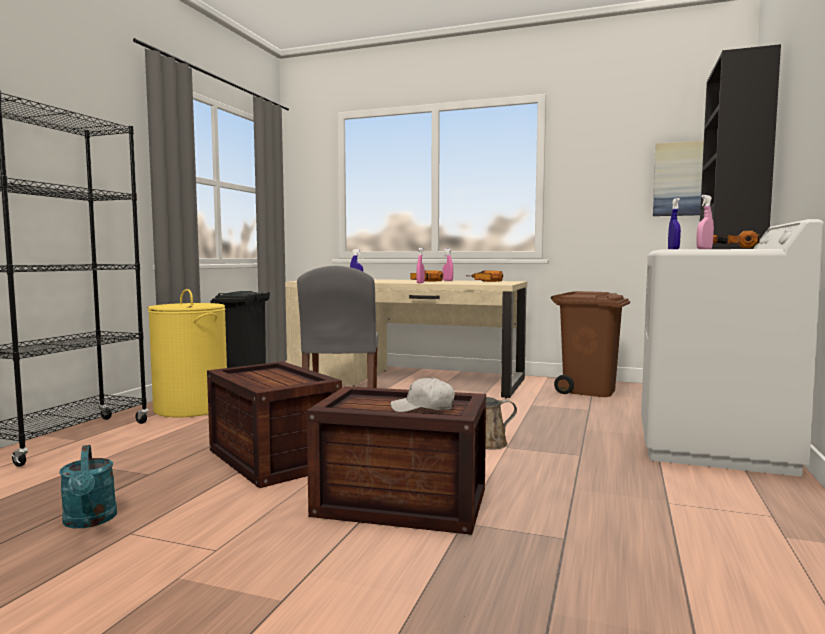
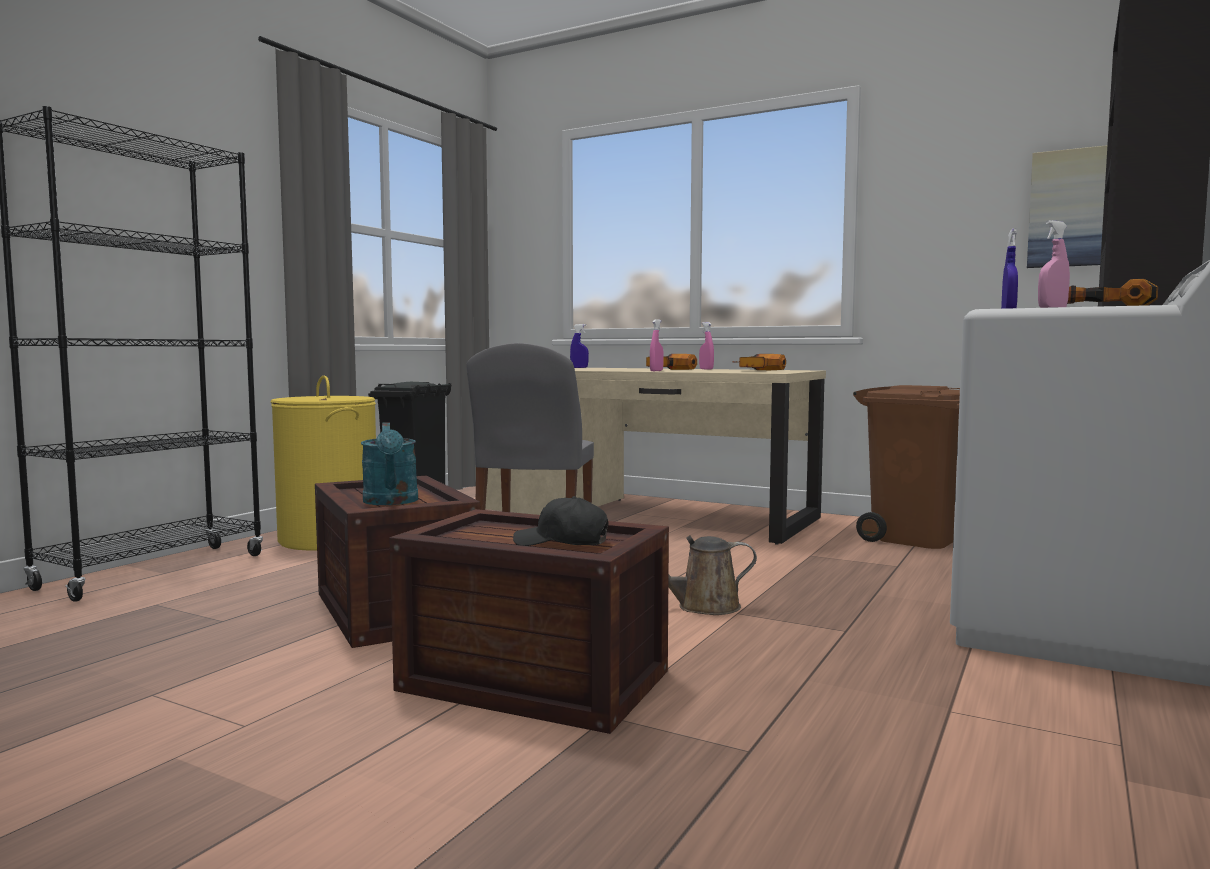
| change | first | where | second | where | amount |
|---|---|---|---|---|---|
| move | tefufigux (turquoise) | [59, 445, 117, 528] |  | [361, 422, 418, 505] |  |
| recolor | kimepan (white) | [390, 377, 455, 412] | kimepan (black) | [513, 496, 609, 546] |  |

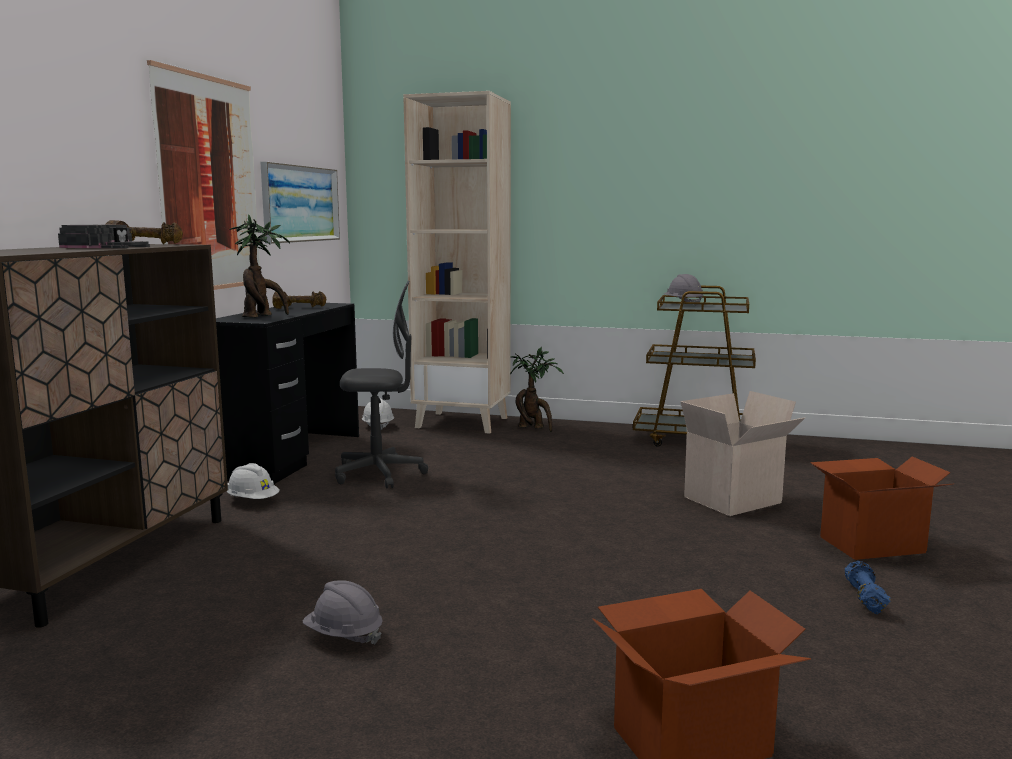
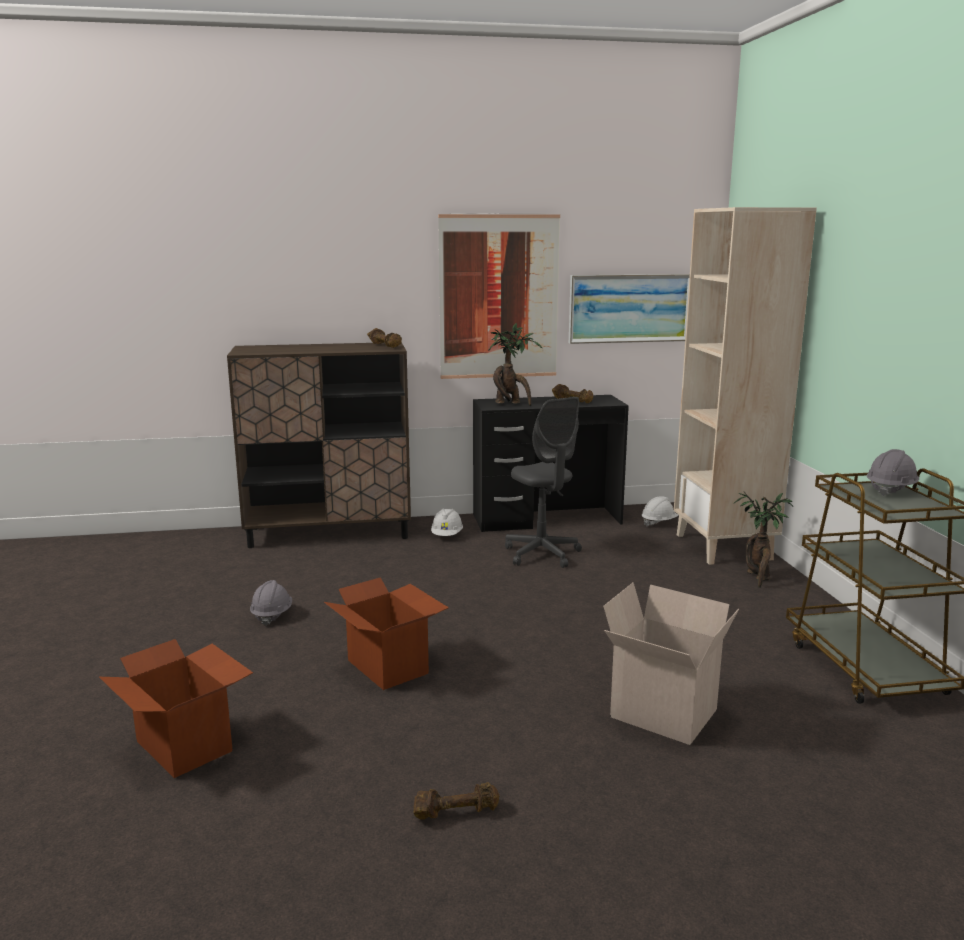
| change | first | where | second | where | amount |
|---|---|---|---|---|---|
| delete | kimepan (black) | [58, 225, 150, 248] |  |  |  |
| move | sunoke | [810, 457, 952, 560] |  | [324, 577, 449, 690] |  |
| recolor | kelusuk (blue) | [845, 561, 891, 614] | kelusuk (brown) | [414, 782, 500, 820] |  |

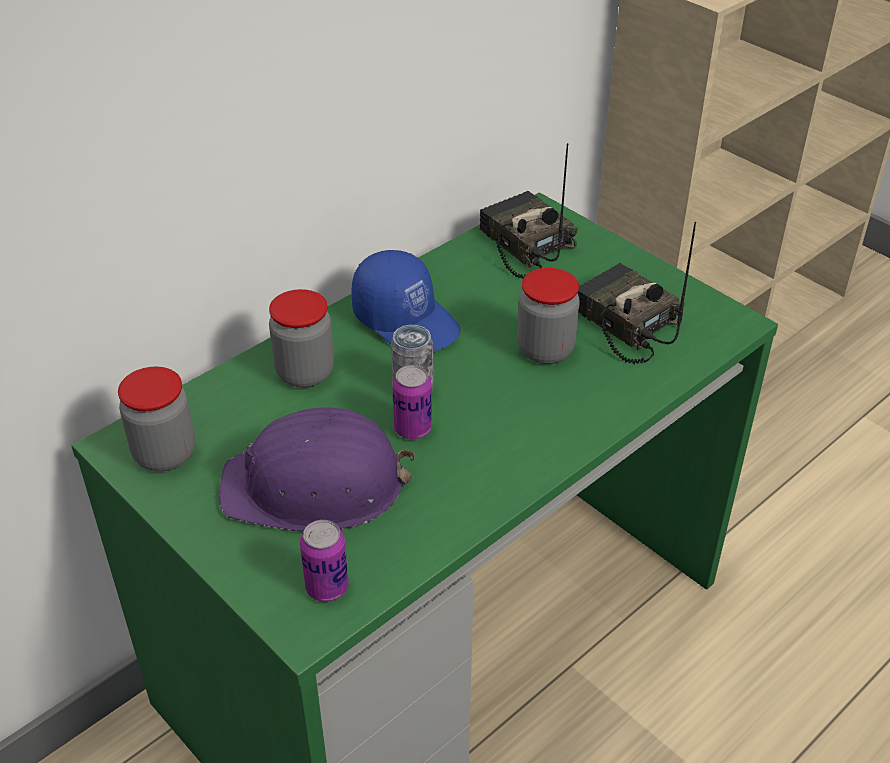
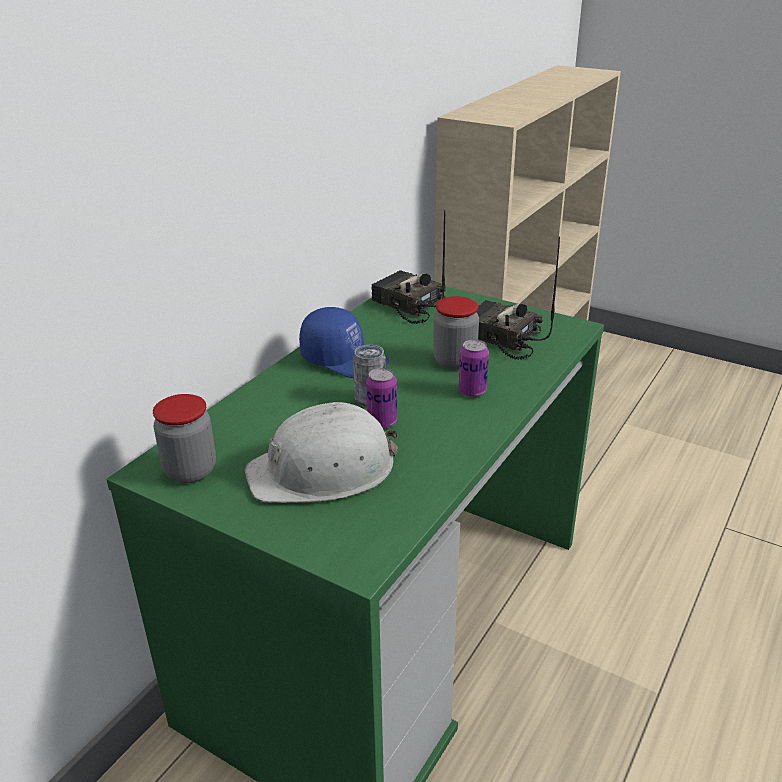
| change | first | where | second | where | amount |
|---|---|---|---|---|---|
| recolor | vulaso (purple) | [219, 407, 415, 532] | vulaso (white) | [245, 402, 398, 503] |  |
| delete | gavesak | [269, 289, 334, 388] |  |  |  |
| move | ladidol | [300, 520, 349, 602] |  | [459, 339, 489, 397] |  |

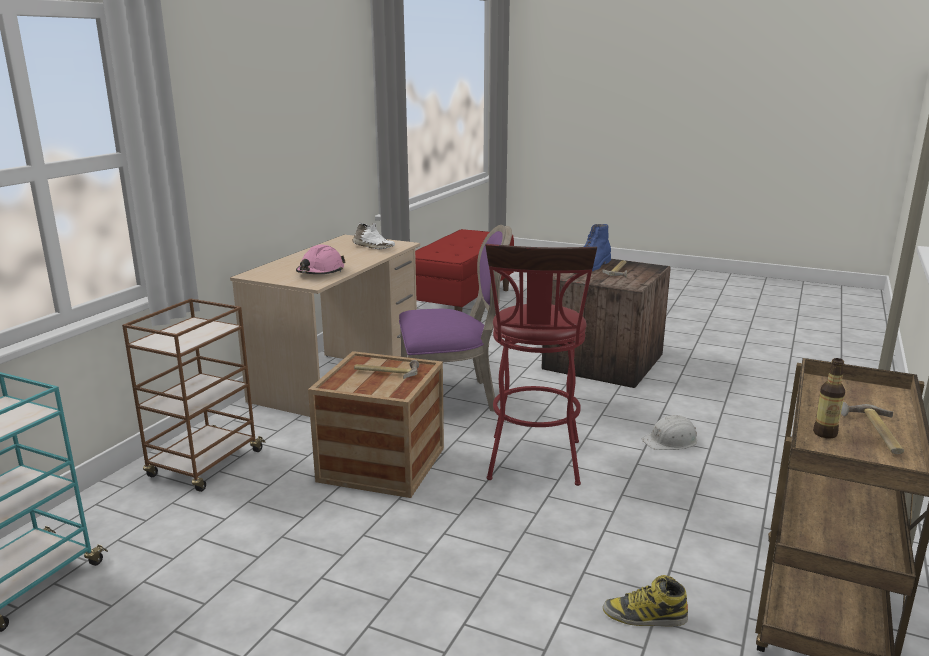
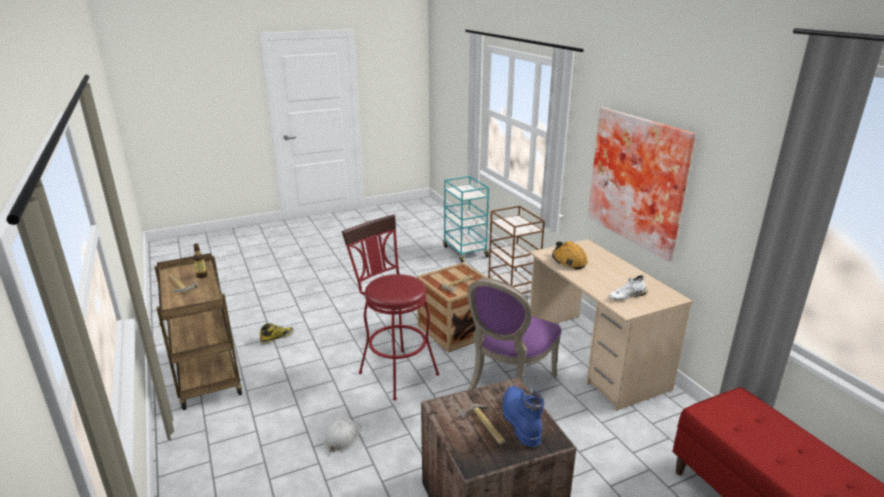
| change | first | where | second | where | amount |
|---|---|---|---|---|---|
| recolor | vulaso (pink) | [296, 244, 346, 274] | vulaso (orange) | [552, 241, 588, 269] |  |
| insert |  |  | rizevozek | [588, 107, 696, 261] |  |

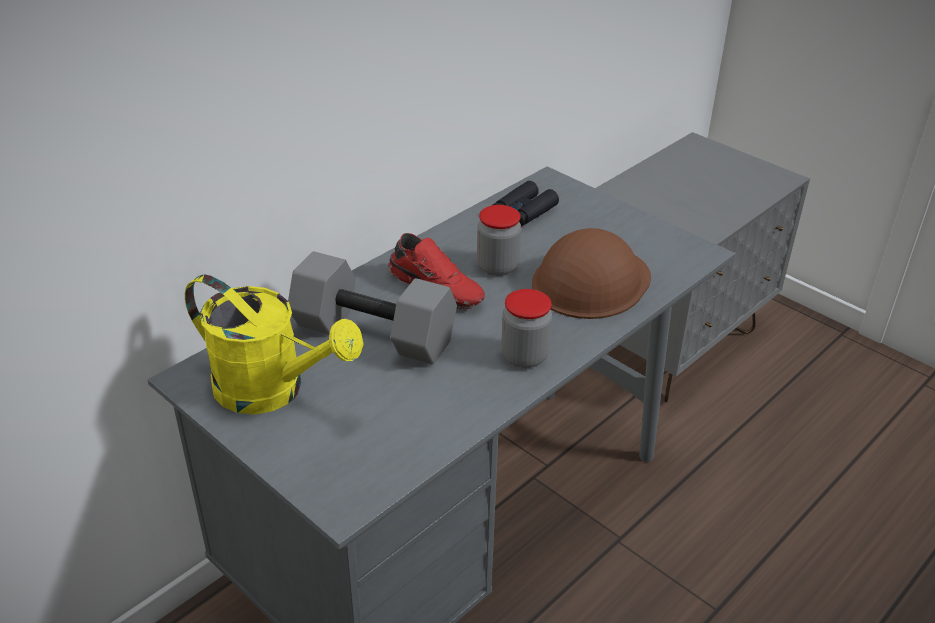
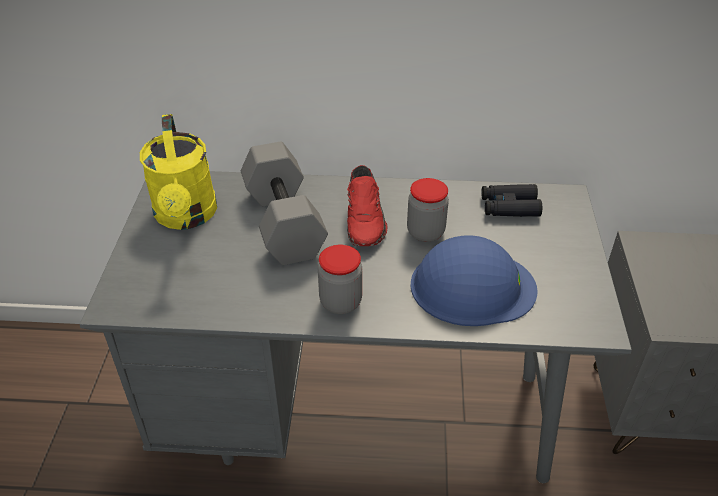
| change | first | where | second | where | amount |
|---|---|---|---|---|---|
| recolor | vulaso (brown) | [532, 228, 651, 319] | vulaso (blue) | [410, 235, 538, 326] |  |

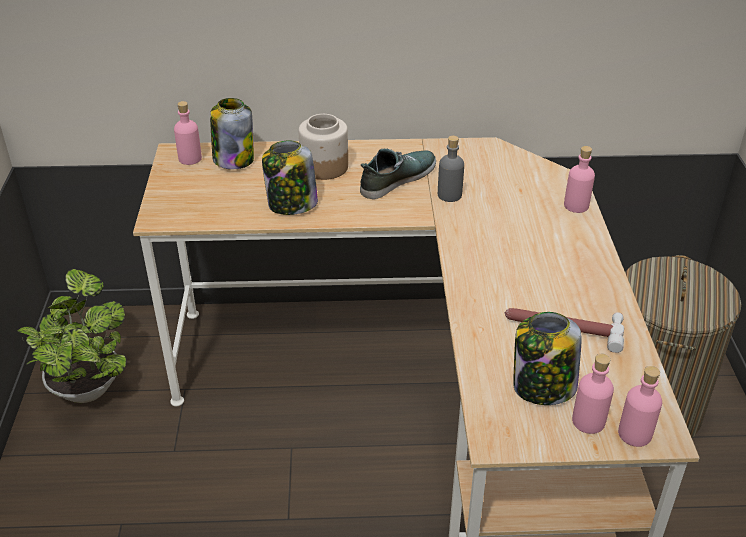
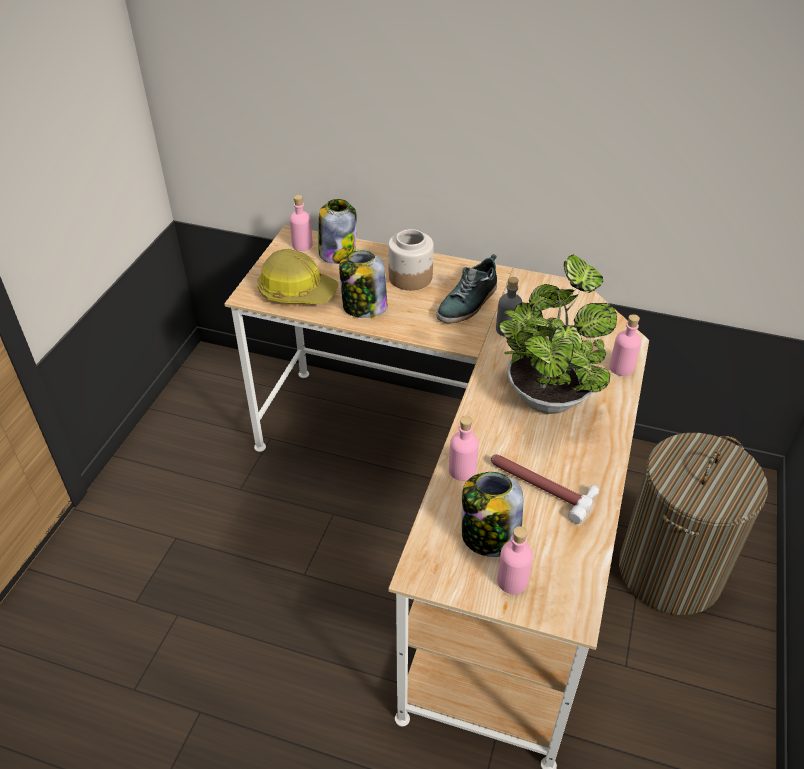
| change | first | where | second | where | amount |
|---|---|---|---|---|---|
| move | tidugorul | [18, 269, 127, 403] |  | [499, 254, 617, 414] |  |
| rotate | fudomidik | [360, 149, 436, 199] |  | [436, 254, 497, 323] | 150 degrees clockwise |
| move | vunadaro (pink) | [618, 366, 662, 447] |  | [449, 416, 479, 481] |  |
| insert |  |  | vulaso | [257, 249, 339, 304] |  |

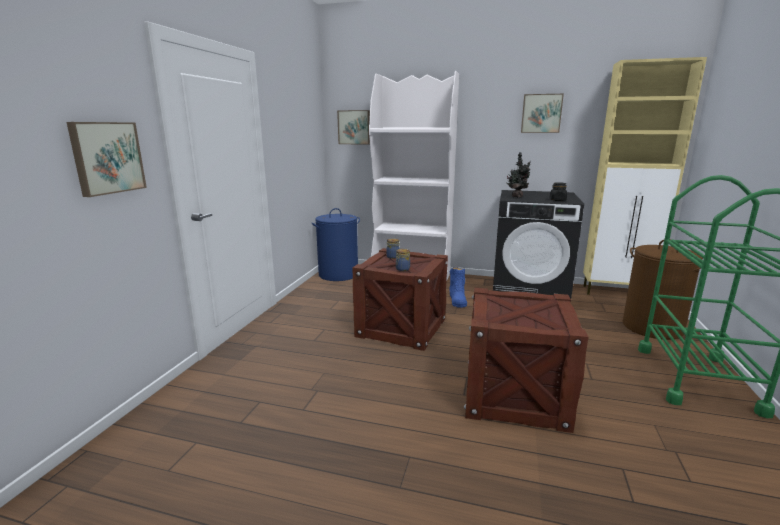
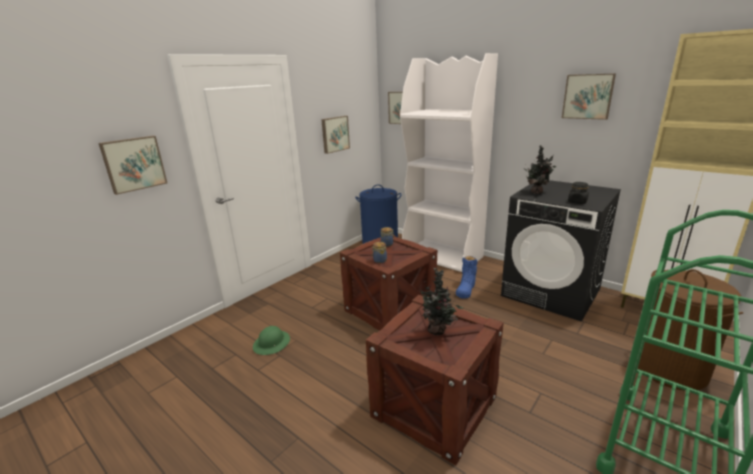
| change | first | where | second | where | amount |
|---|---|---|---|---|---|
| insert |  |  | vulaso (green) | [253, 326, 290, 355] |  |
| insert |  |  | rizevozek | [321, 116, 350, 154] |  |
| insert |  |  | tidugorul | [416, 268, 463, 335] |  |

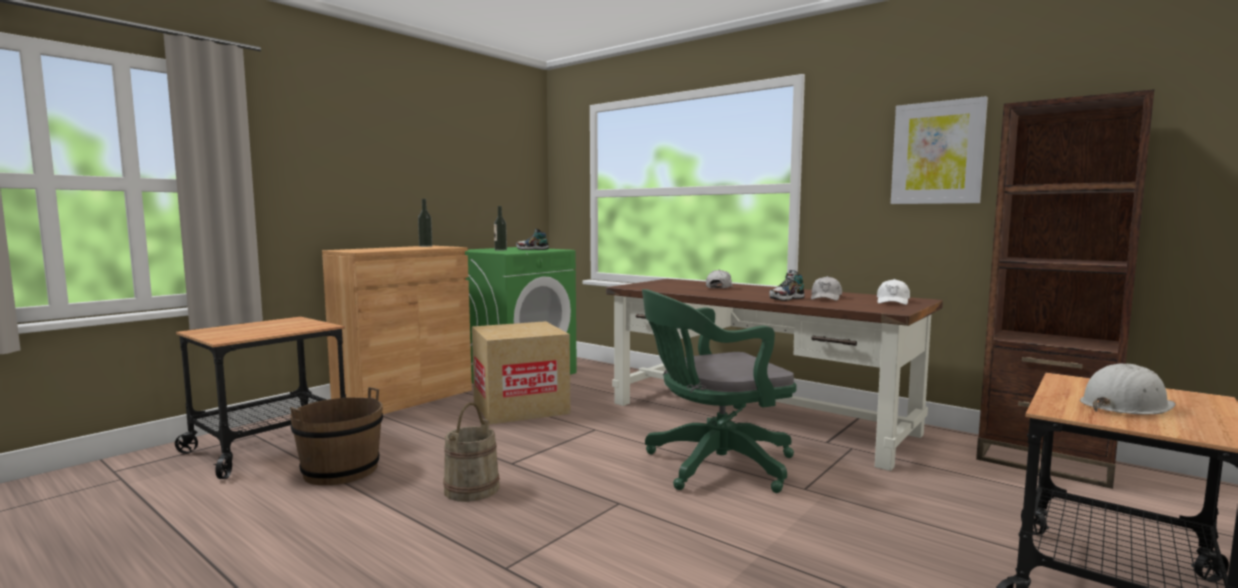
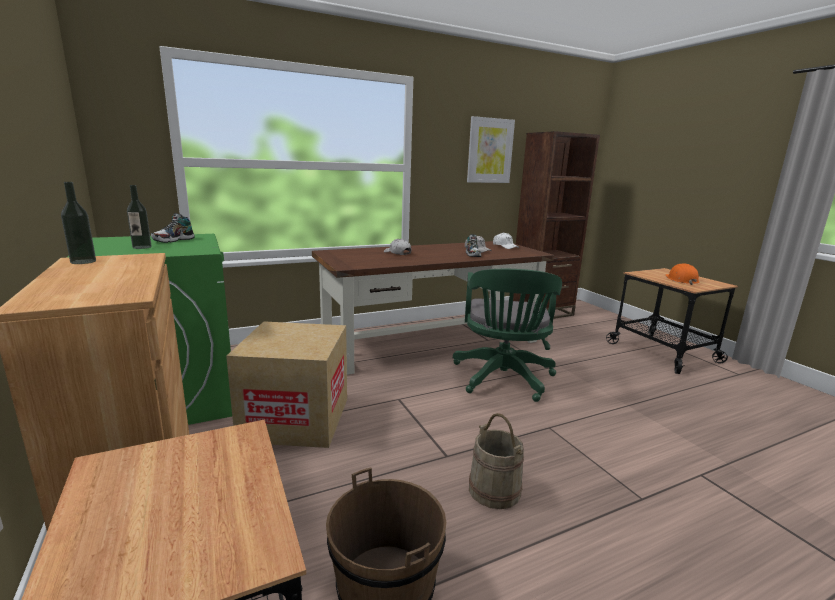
| change | first | where | second | where | amount |
|---|---|---|---|---|---|
| recolor | vulaso (white) | [1080, 364, 1176, 415] | vulaso (orange) | [666, 263, 699, 285] |  |

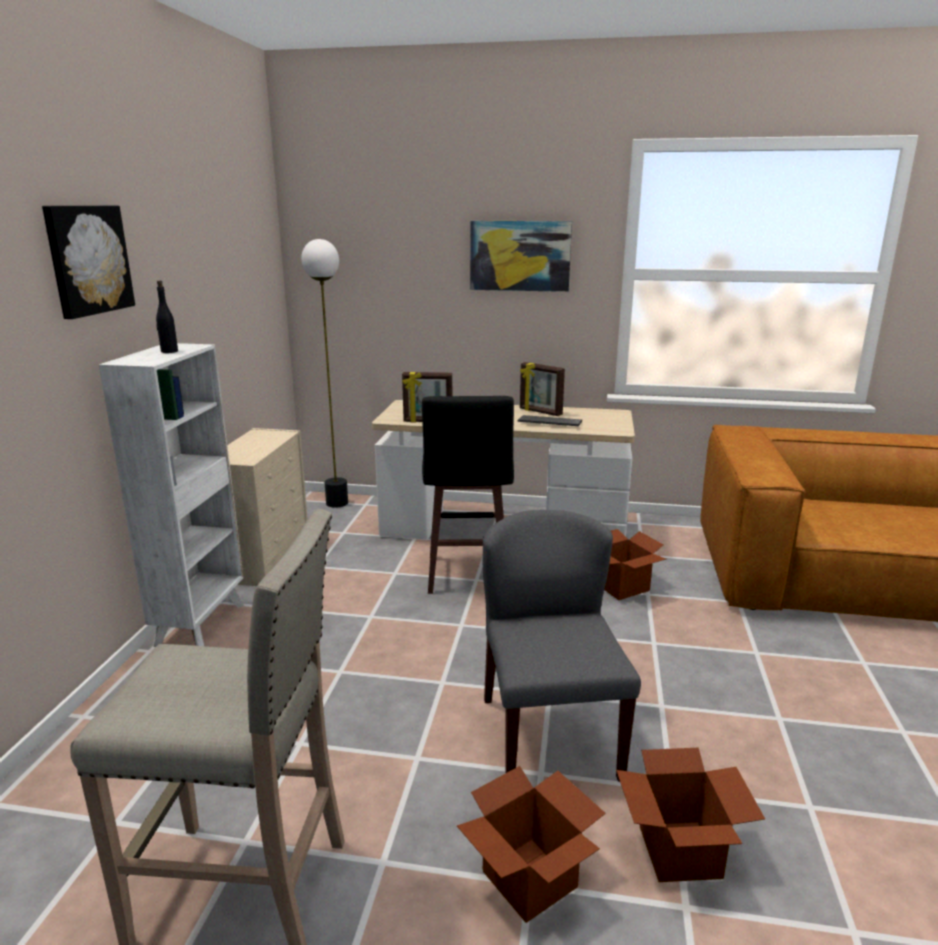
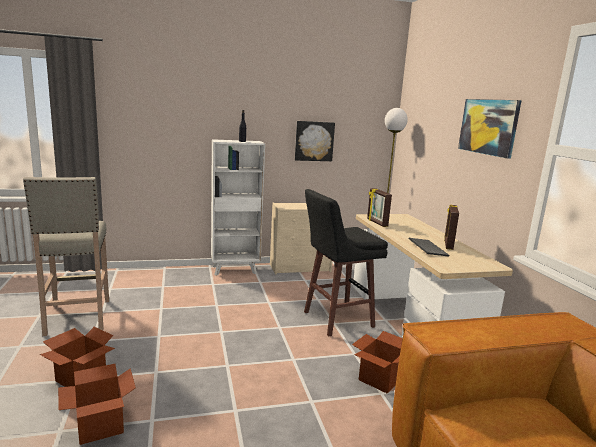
| change | first | where | second | where | amount |
|---|---|---|---|---|---|
| move | rizevozek | [42, 206, 135, 319] |  | [295, 121, 335, 161] |  |
| delete | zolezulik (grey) | [482, 510, 641, 782] |  |  |  |

